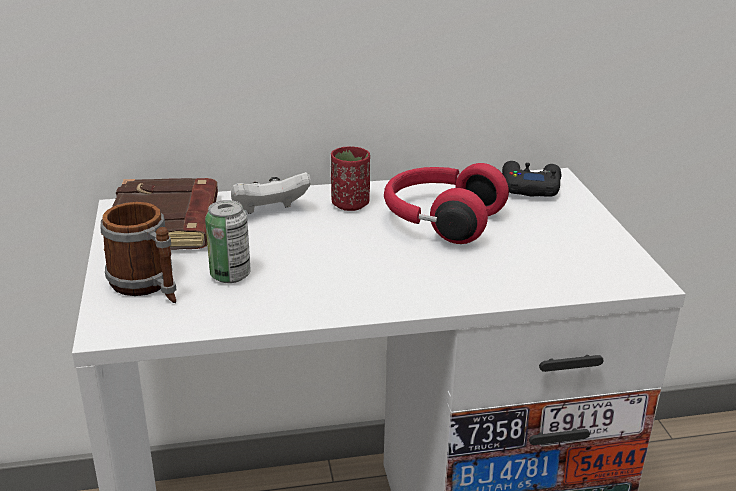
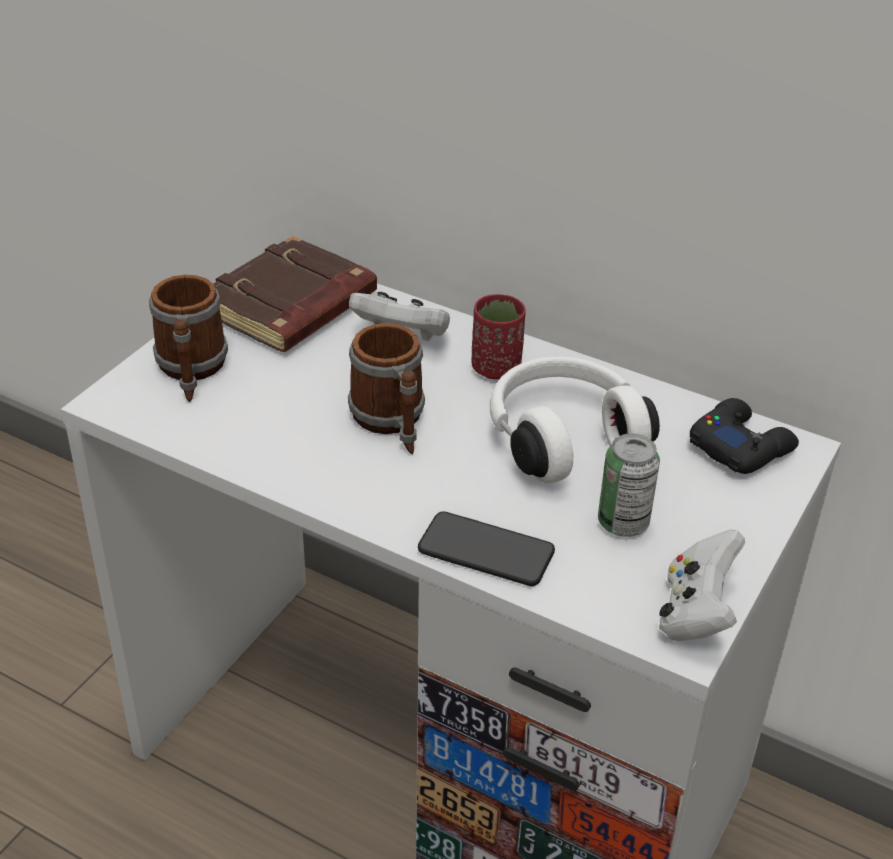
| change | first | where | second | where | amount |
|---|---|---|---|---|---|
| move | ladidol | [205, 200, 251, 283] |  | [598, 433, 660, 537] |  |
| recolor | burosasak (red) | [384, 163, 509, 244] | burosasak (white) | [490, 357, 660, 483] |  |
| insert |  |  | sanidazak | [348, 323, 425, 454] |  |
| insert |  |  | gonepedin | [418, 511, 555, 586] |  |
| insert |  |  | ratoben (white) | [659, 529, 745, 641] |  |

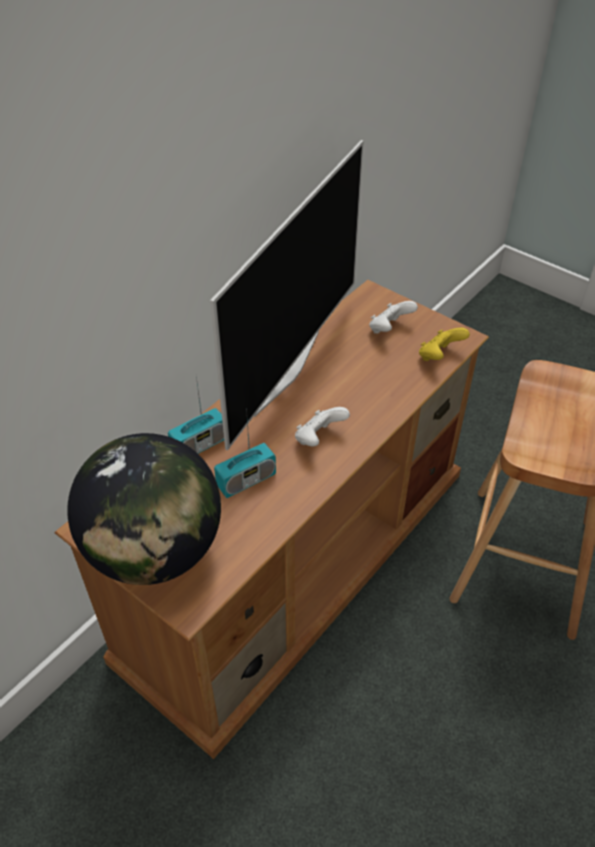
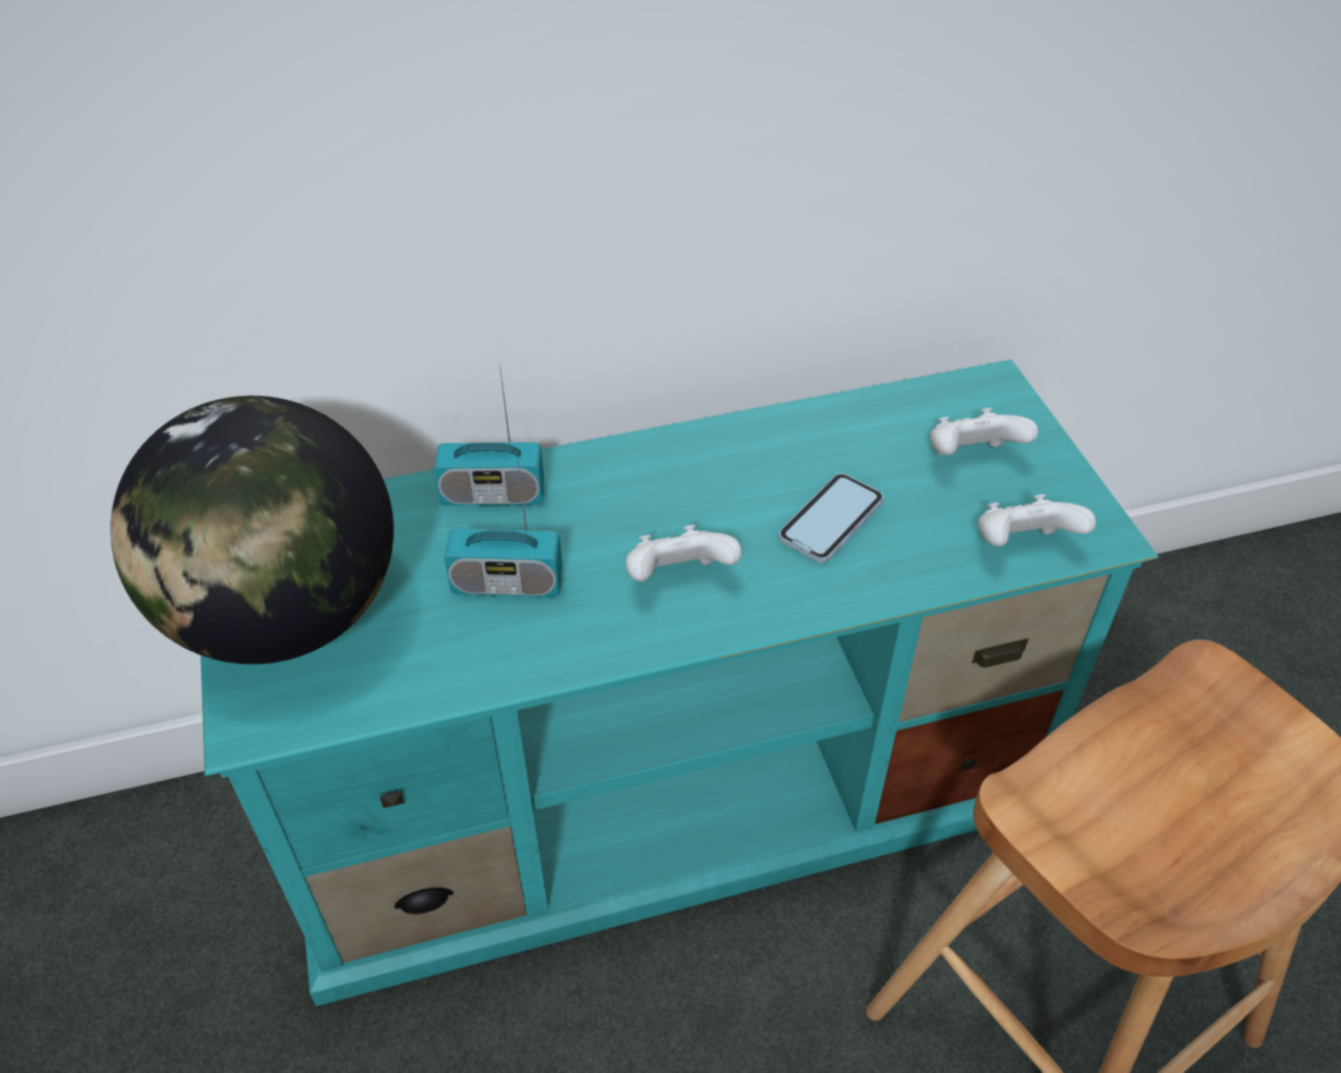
| change | first | where | second | where | amount |
|---|---|---|---|---|---|
| recolor | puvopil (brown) | [54, 280, 489, 759] | puvopil (turquoise) | [201, 359, 1158, 1006] |  |
| delete | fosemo | [210, 140, 364, 450] |  |  |  |
| recolor | ratoben (yellow) | [419, 328, 470, 361] | ratoben (white) | [978, 494, 1096, 546] |  |
| insert |  |  | gonepedin | [778, 473, 884, 563] |  |

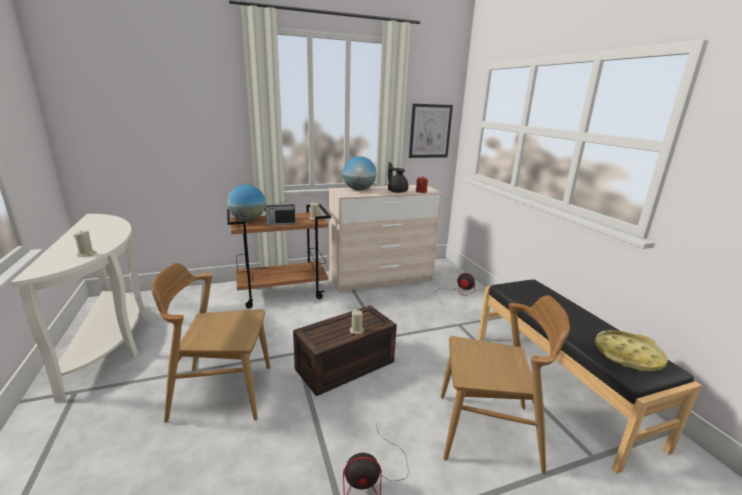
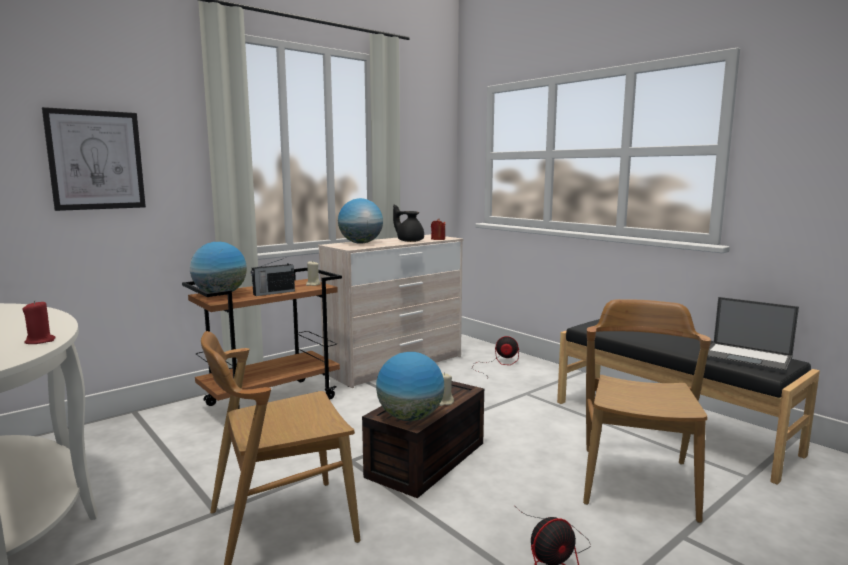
| change | first | where | second | where | amount |
|---|---|---|---|---|---|
| recolor | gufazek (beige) | [73, 230, 97, 257] | gufazek (red) | [22, 300, 56, 344] |  |
| move | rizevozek | [409, 104, 453, 158] |  | [42, 107, 146, 211] |  |
| rotate | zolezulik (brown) | [441, 295, 570, 474] |  | [583, 299, 711, 523] | 60 degrees counterclockwise |
| replace | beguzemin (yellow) | [595, 330, 668, 371] | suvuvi | [707, 297, 799, 374] |  |
| insert |  |  | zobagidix | [376, 352, 444, 421] |  |

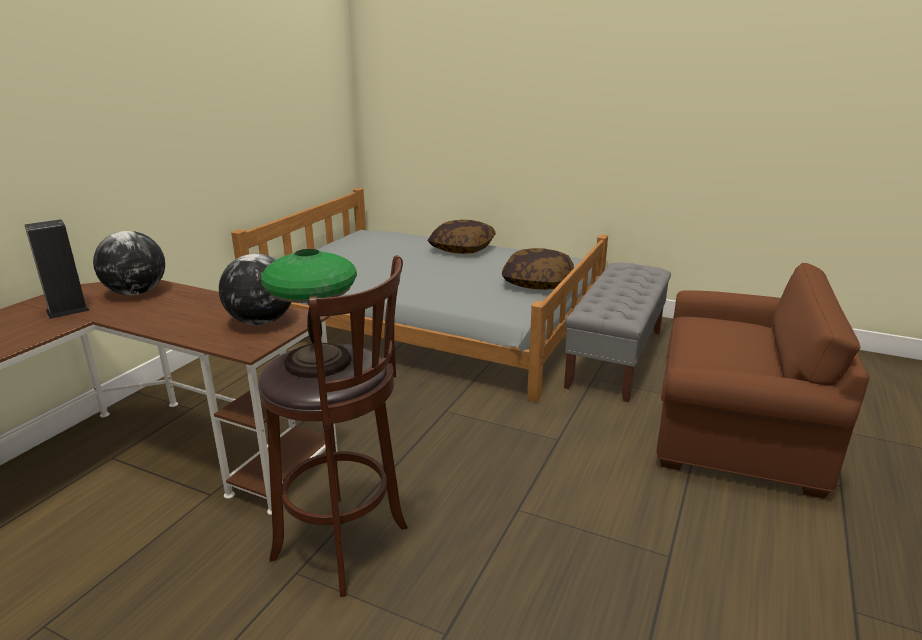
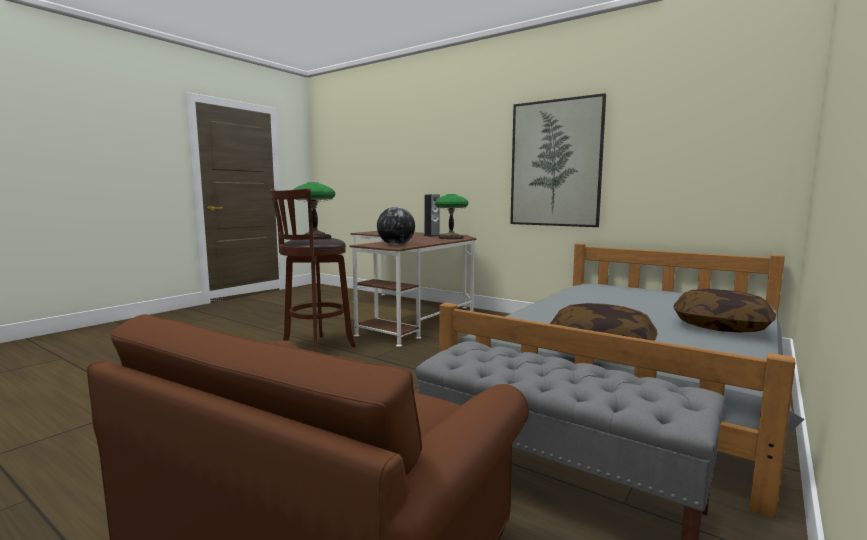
| change | first | where | second | where | amount |
|---|---|---|---|---|---|
| replace | zobagidix | [93, 231, 165, 295] | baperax | [435, 194, 468, 239] |  |
| insert |  |  | rizevozek | [510, 93, 606, 227] |  |

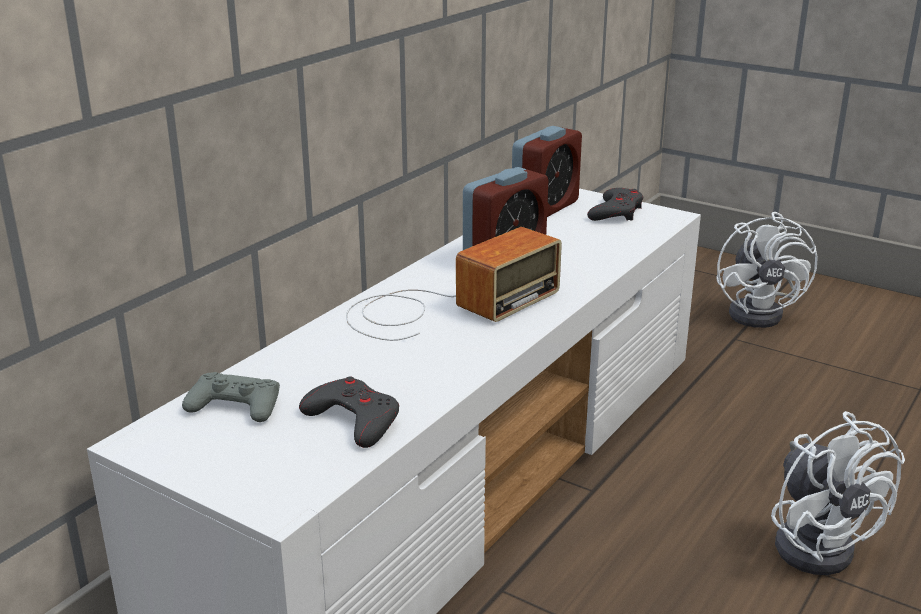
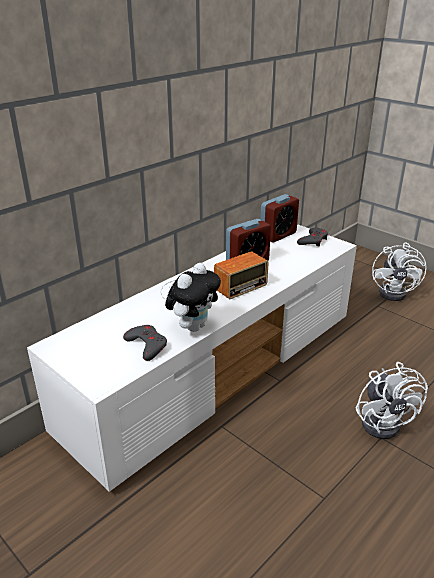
| change | first | where | second | where | amount |
|---|---|---|---|---|---|
| delete | ratoben (grey) | [182, 372, 280, 422] |  |  |  |
| insert |  |  | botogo | [165, 263, 221, 332] |  |

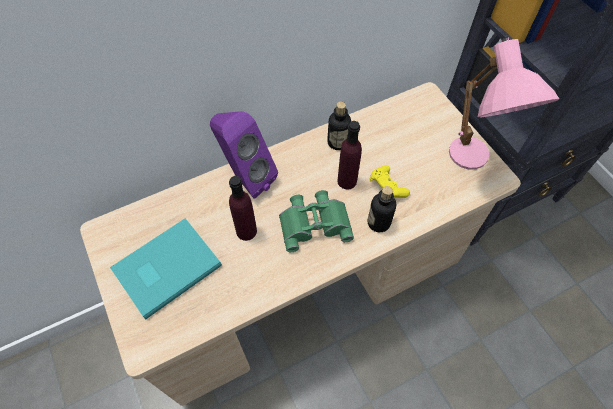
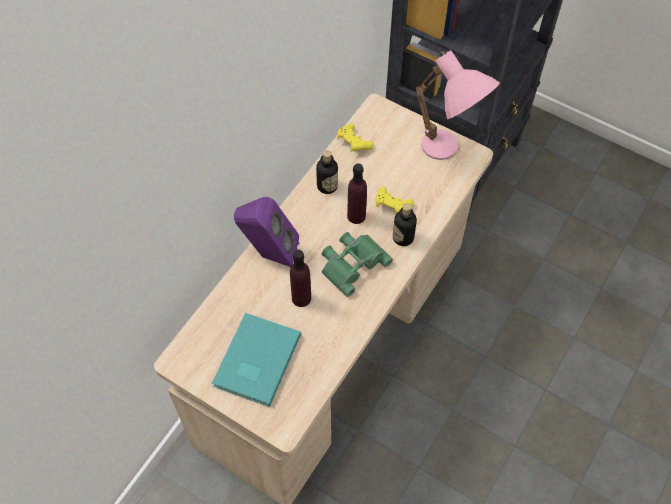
| change | first | where | second | where | amount |
|---|---|---|---|---|---|
| insert |  |  | ratoben (yellow) | [337, 124, 374, 152] |  |

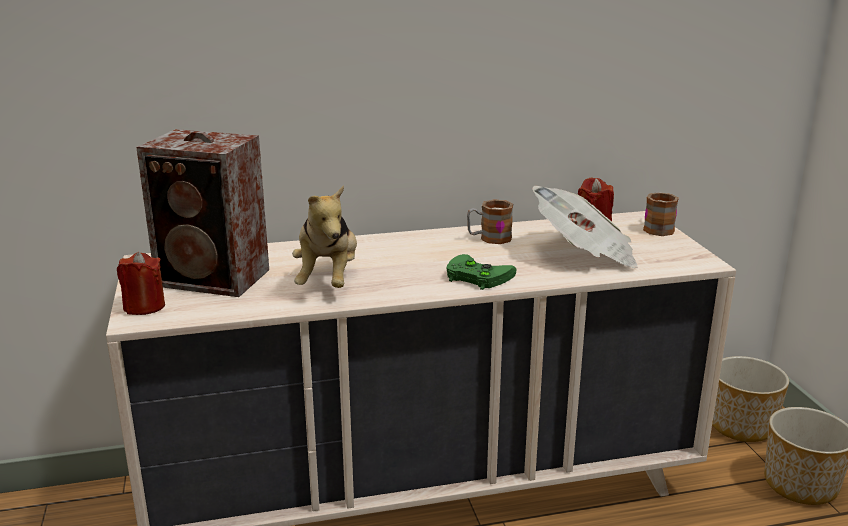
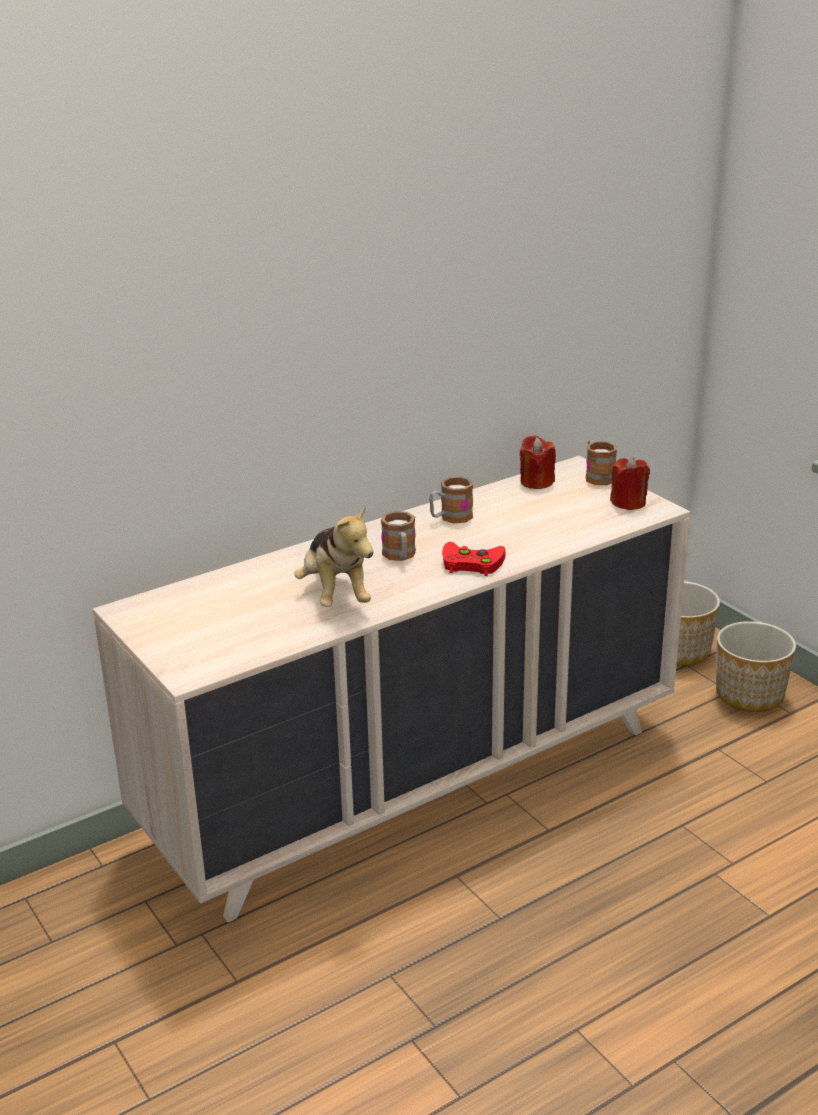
| change | first | where | second | where | amount |
|---|---|---|---|---|---|
| move | gufazek (red) | [117, 252, 165, 315] |  | [610, 457, 650, 510] |  |
| delete | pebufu | [136, 129, 269, 297] |  |  |  |
| recolor | ratoben (green) | [447, 254, 516, 290] | ratoben (red) | [442, 542, 506, 576] |  |
| delete | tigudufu | [532, 186, 638, 268] |  |  |  |
| insert |  |  | sanidazak | [381, 511, 416, 561] |  |

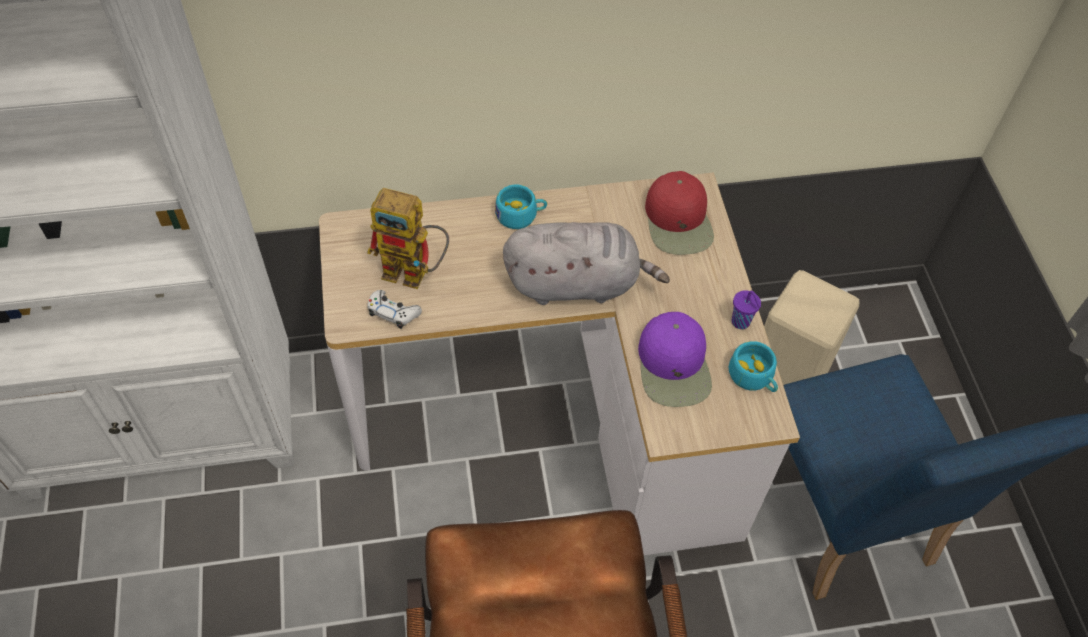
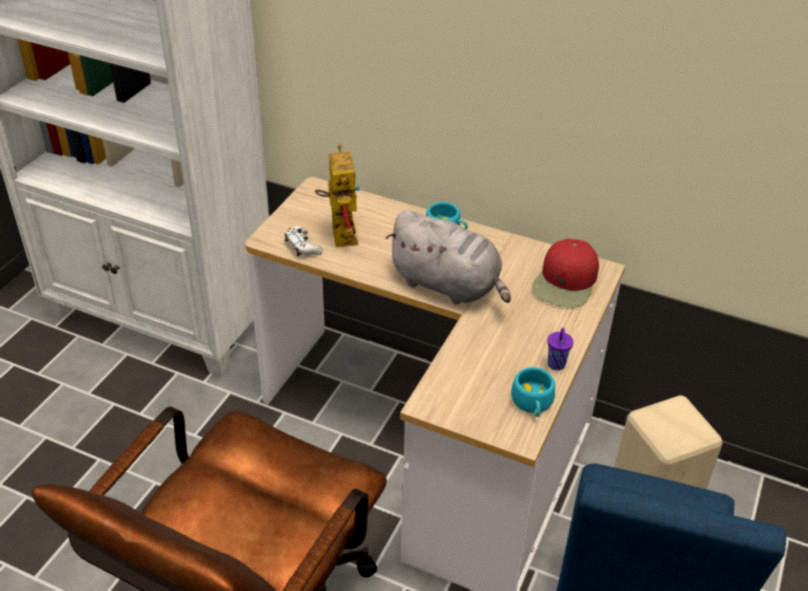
| change | first | where | second | where | amount |
|---|---|---|---|---|---|
| rotate | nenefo | [367, 188, 449, 289] |  | [315, 144, 361, 247] | 150 degrees counterclockwise |
| delete | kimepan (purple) | [638, 312, 712, 407] |  |  |  |

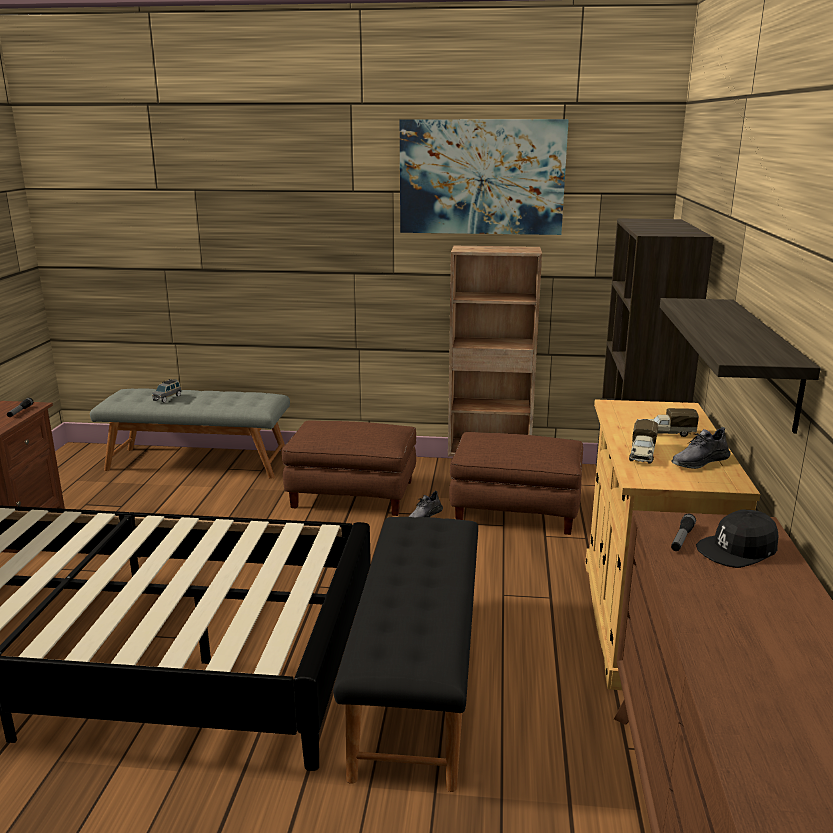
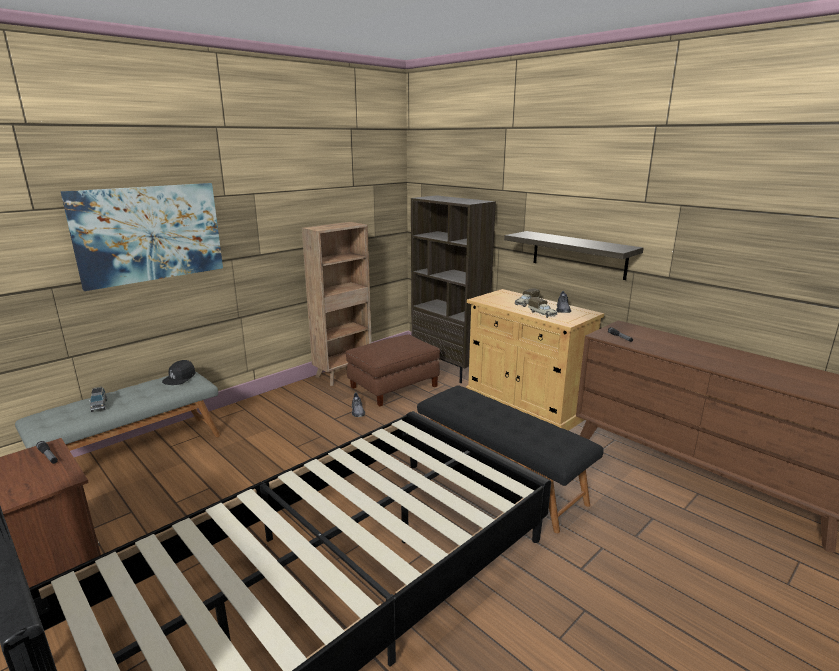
| change | first | where | second | where | amount |
|---|---|---|---|---|---|
| delete | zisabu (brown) | [282, 420, 416, 516] |  |  |  |
| move | rizevozek | [400, 119, 569, 235] |  | [60, 183, 223, 291] |  |
| move | kimepan (black) | [696, 510, 779, 568] |  | [162, 360, 196, 385] |  |

